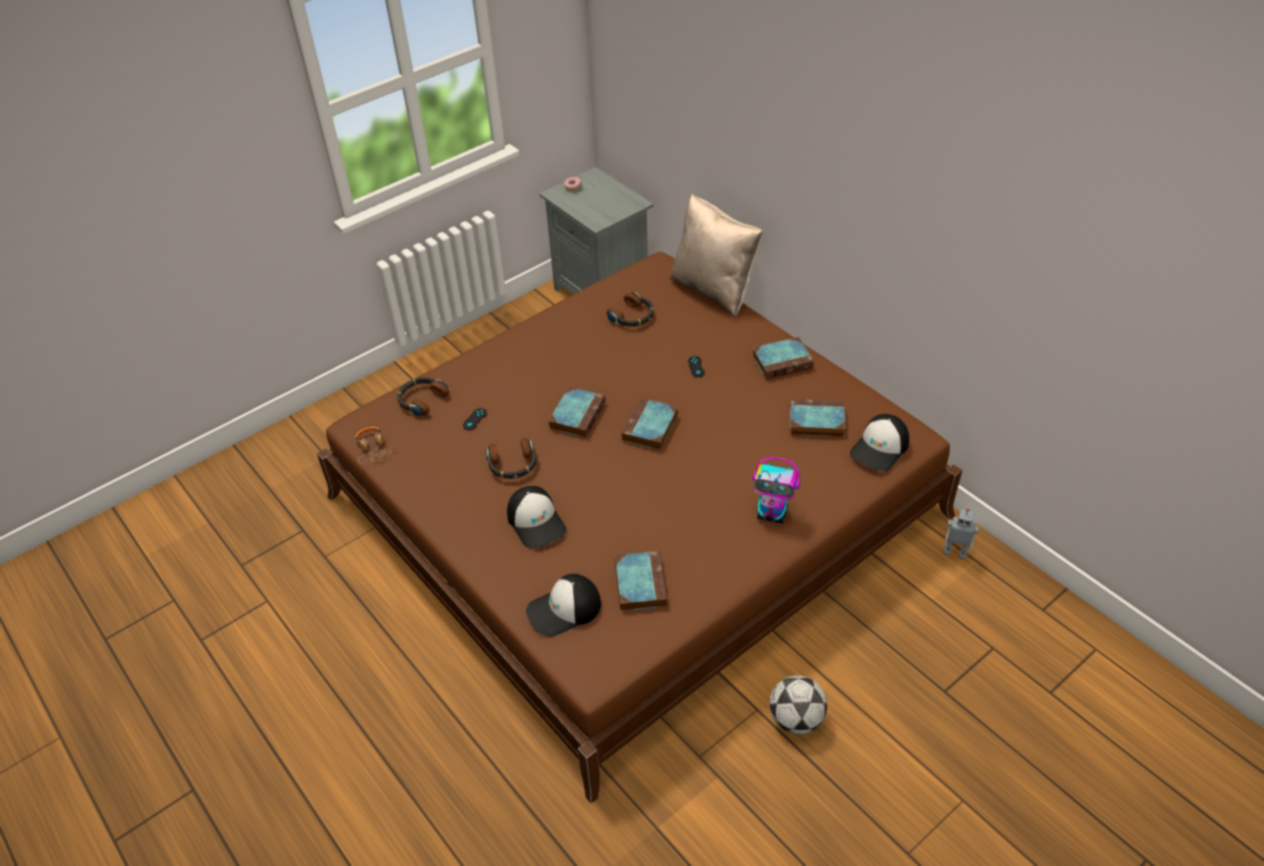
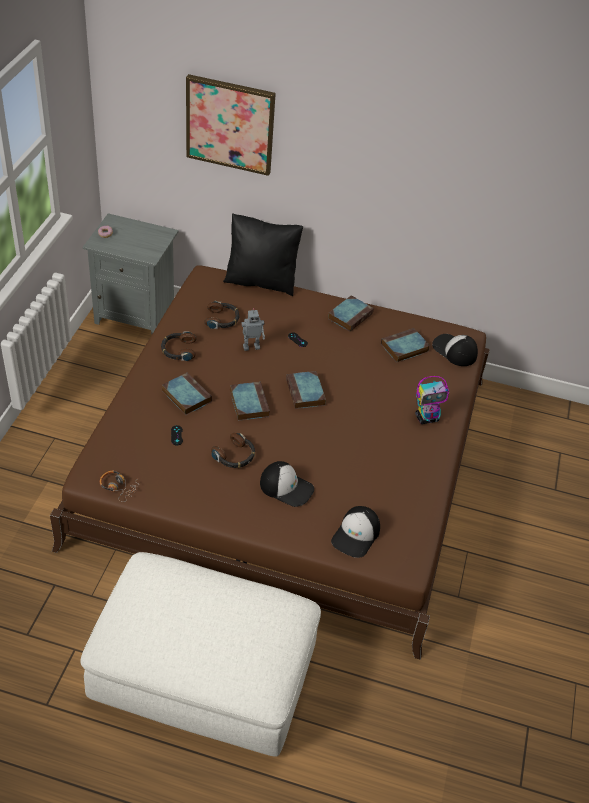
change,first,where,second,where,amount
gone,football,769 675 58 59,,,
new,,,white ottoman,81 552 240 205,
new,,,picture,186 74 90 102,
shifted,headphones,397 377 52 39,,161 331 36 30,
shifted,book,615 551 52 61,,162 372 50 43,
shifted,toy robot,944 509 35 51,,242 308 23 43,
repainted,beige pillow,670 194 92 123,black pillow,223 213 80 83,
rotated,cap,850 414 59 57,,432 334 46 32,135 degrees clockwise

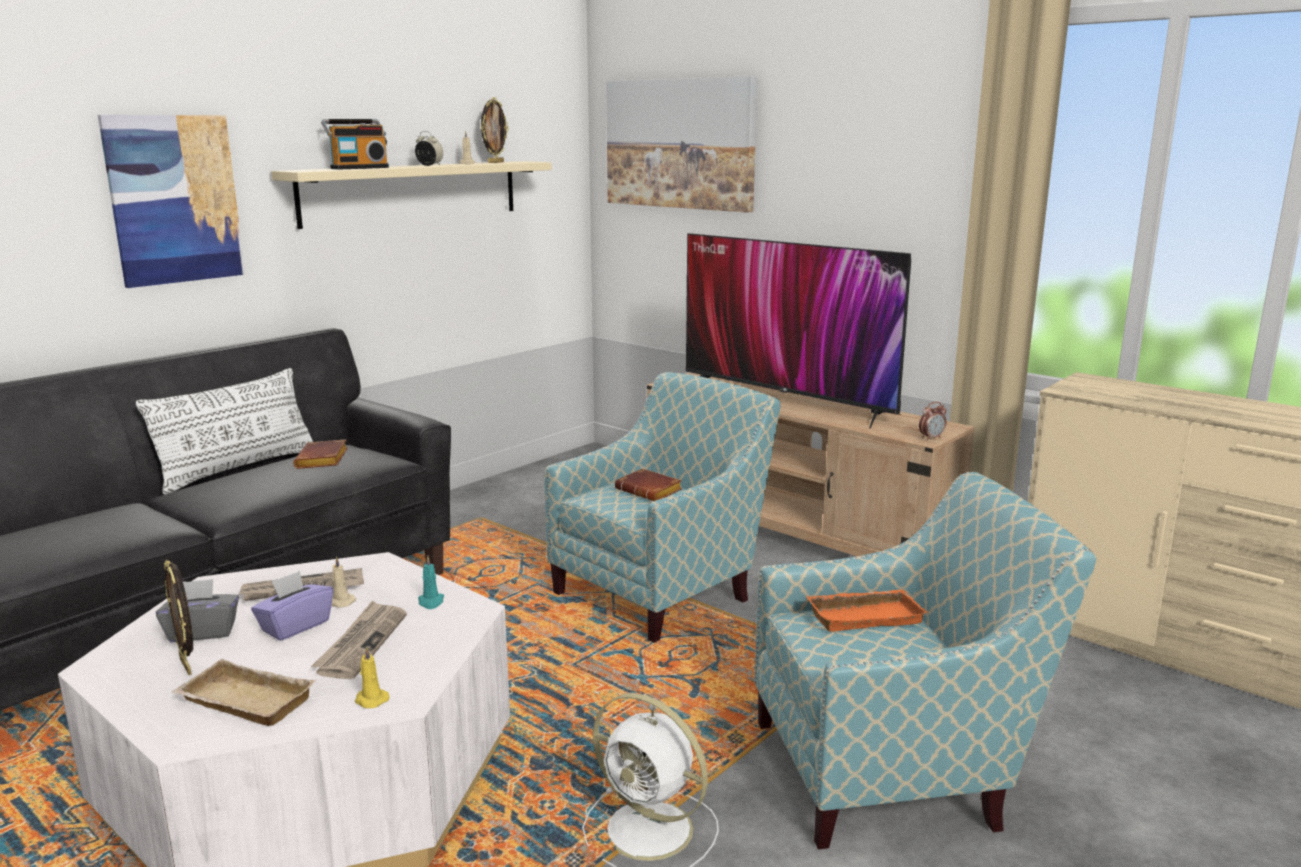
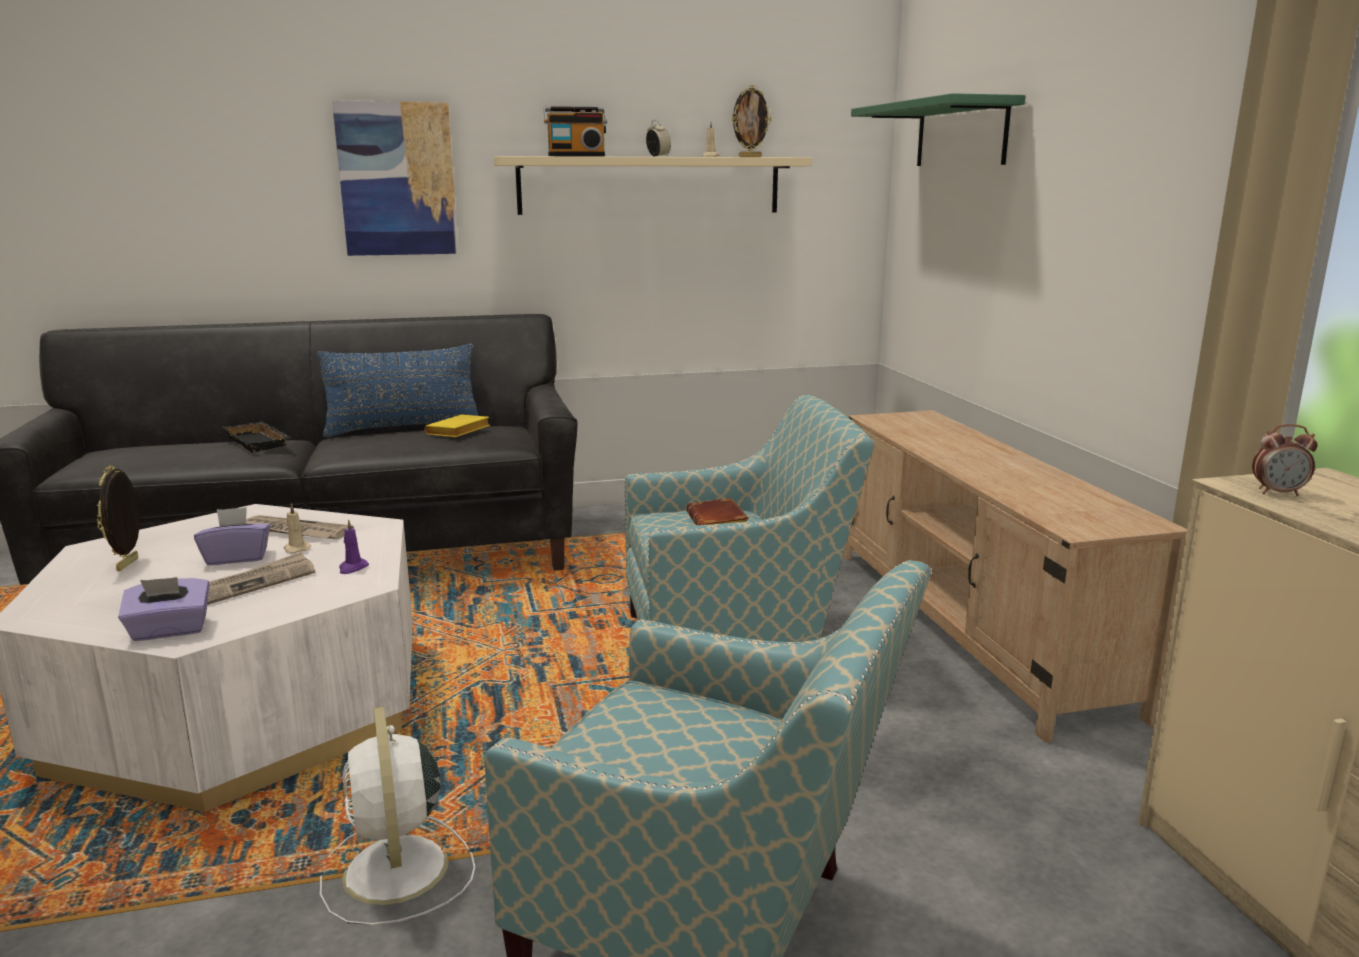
change,first,where,second,where,amount
gone,grey tissue box,156 579 83 63,,,
gone,beige tray,172 659 143 67,,,
gone,television,686 233 225 196,,,
gone,orange tray,806 589 122 43,,,
new,,,black tray,222 421 69 32,
shifted,alarm clock,919 402 27 38,,1252 424 66 72,
swapped,yellow candle,355 646 35 62,purple tissue box,118 577 92 64,
swapped,picture,606 76 151 137,green shelf,851 93 174 73,
repainted,white pillow,136 368 177 126,blue pillow,317 344 162 93,
repainted,brown book,293 439 55 30,yellow book,425 415 65 22,
repainted,turquoise candle,418 556 26 53,purple candle,339 519 30 55,

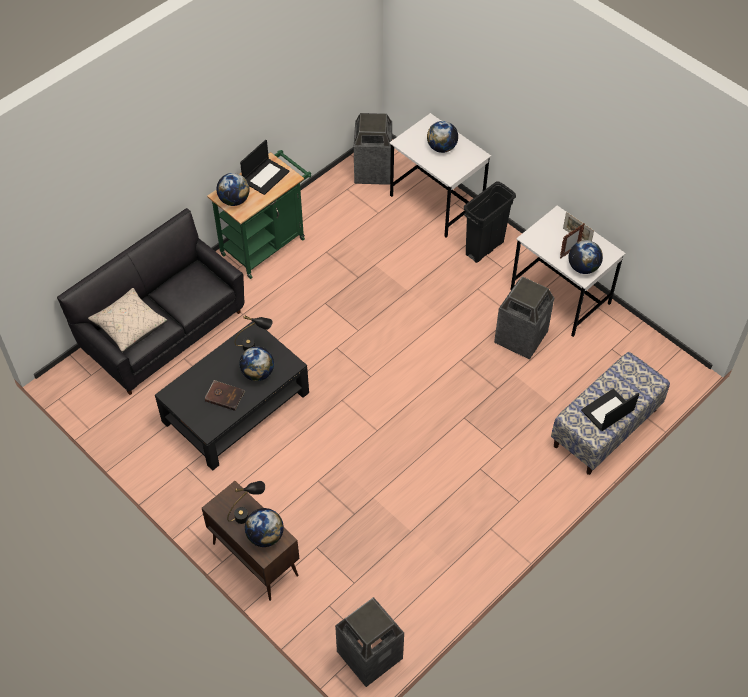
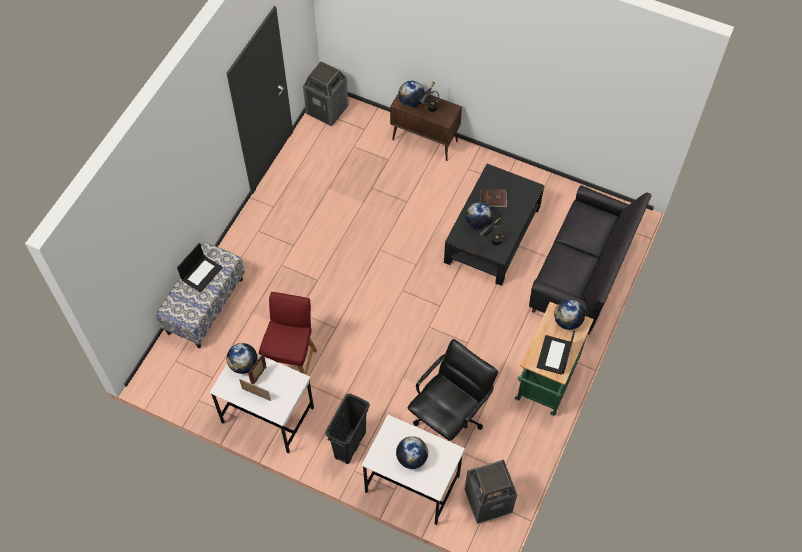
change,first,where,second,where,amount
gone,beige pillow,88 288 80 64,,,
new,,,black office chair,407 339 91 102,
swapped,trash can,494 276 61 83,red chair,259 292 58 83,

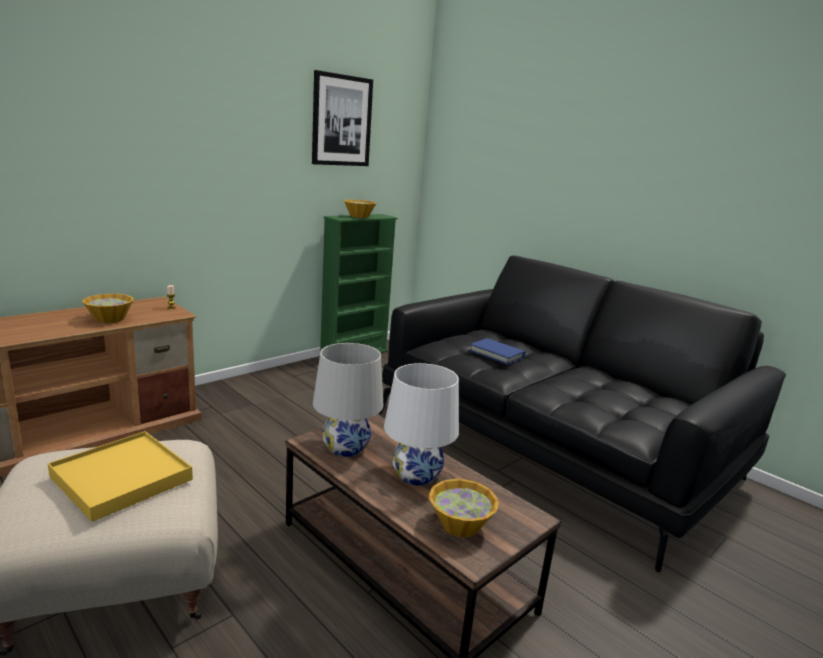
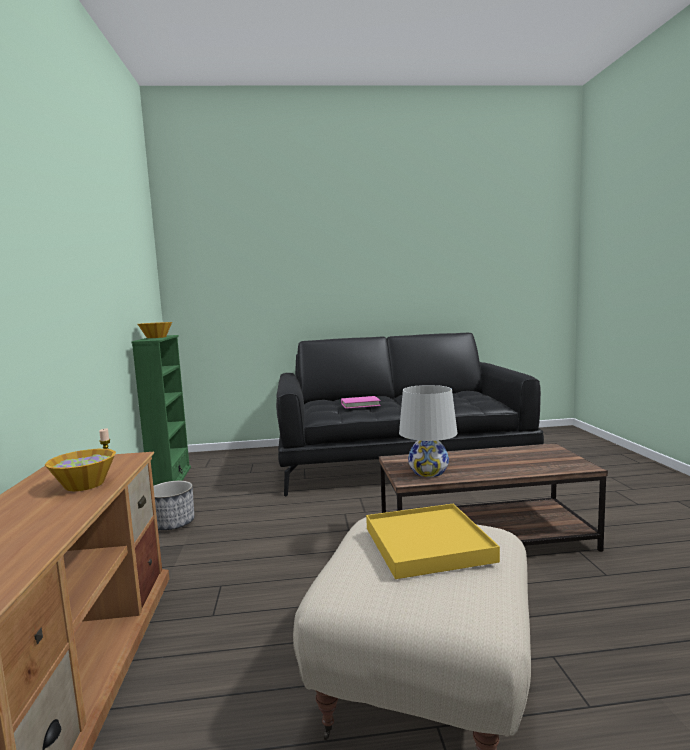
change,first,where,second,where,amount
gone,picture,312 70 61 96,,,
gone,white table lamp,384 363 75 123,,,
gone,bowl,429 479 70 58,,,
new,,,planter,153 481 41 49,
repainted,blue book,469 338 57 27,pink book,341 396 40 13,

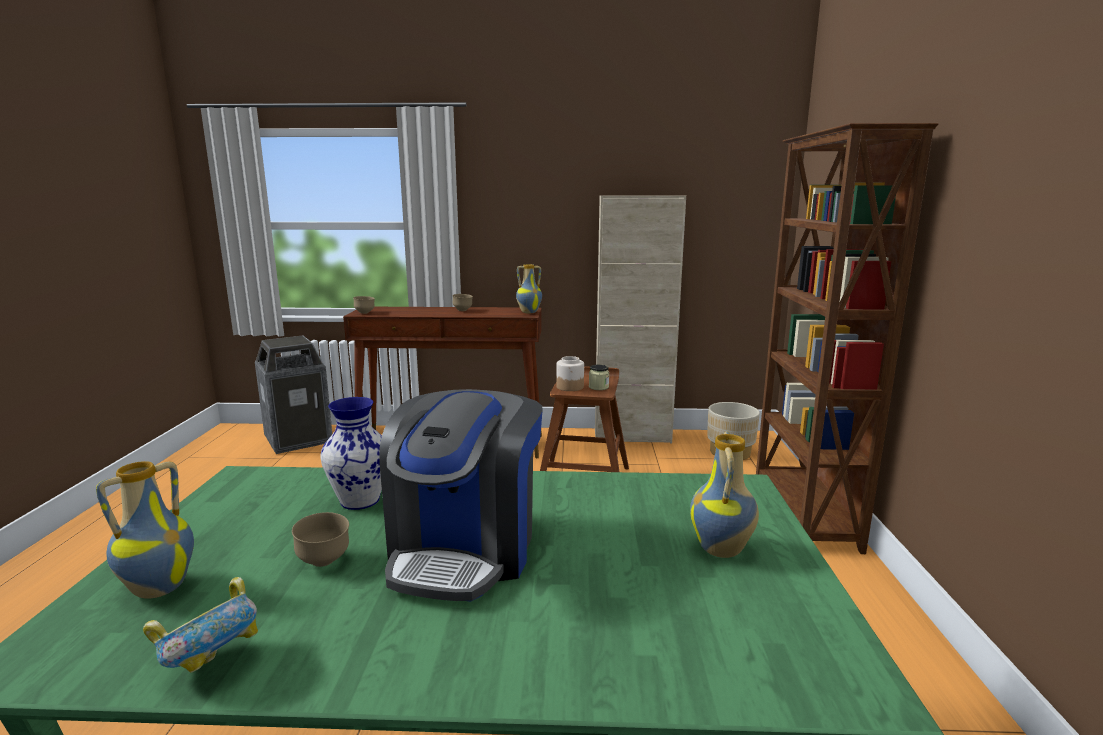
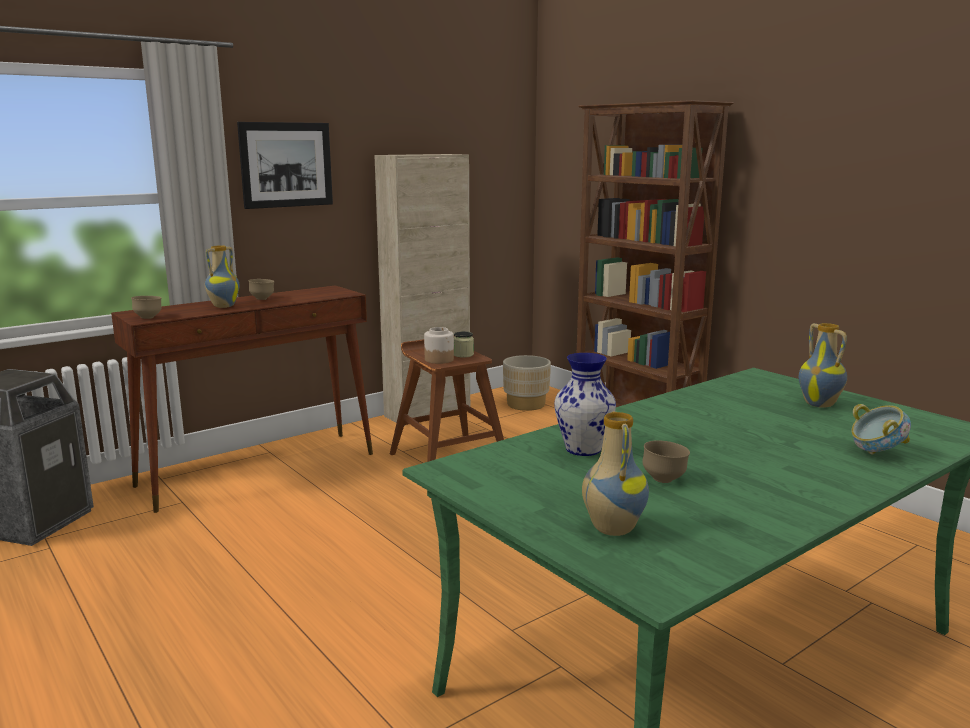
change,first,where,second,where,amount
gone,coffee machine,379 389 163 213,,,
new,,,picture,237 122 96 87,
shifted,bowl,143 577 115 95,,851 404 60 50,
shifted,vase,516 264 26 50,,205 245 35 63,

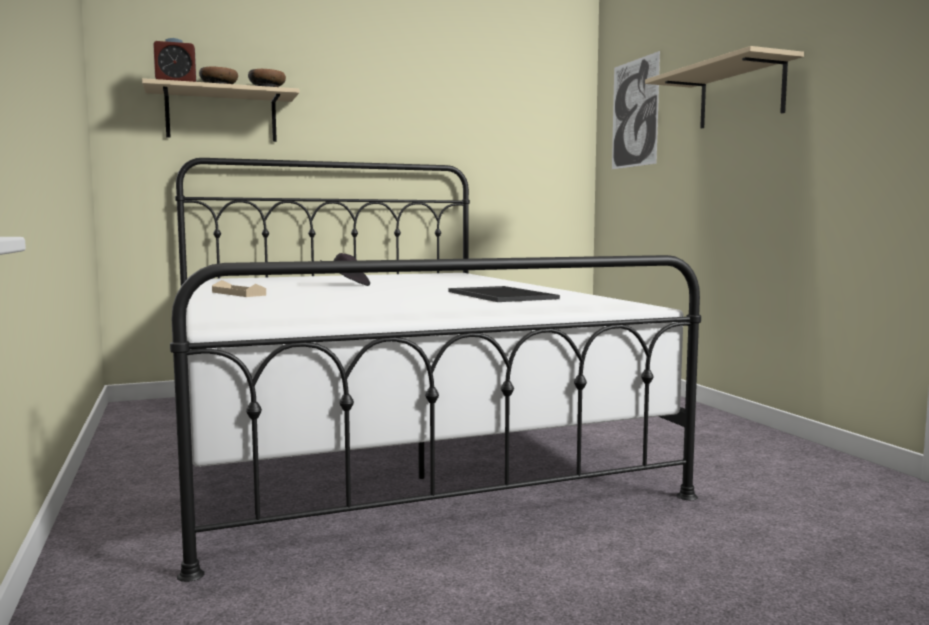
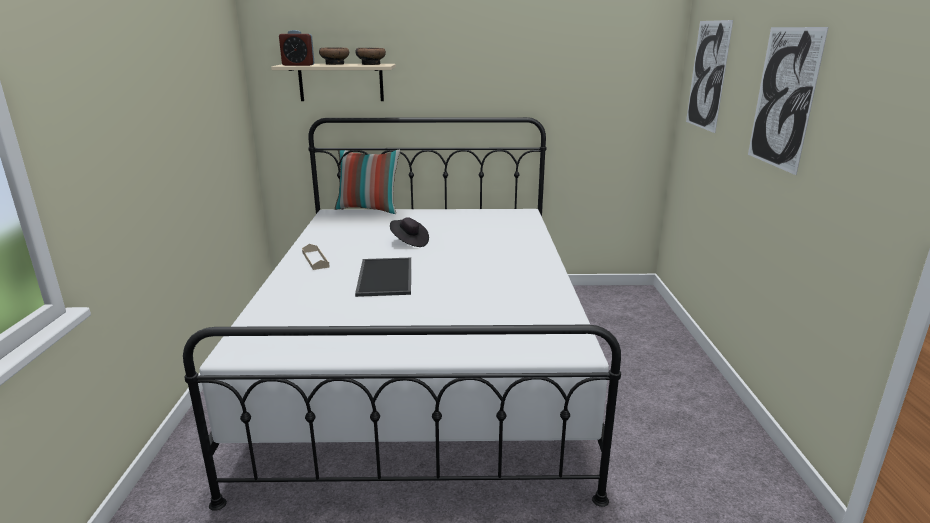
change,first,where,second,where,amount
new,,,pillow,335 150 65 64,
shifted,tray,449 286 111 16,,355 258 56 39,
swapped,beige shelf,645 46 159 83,picture,748 27 81 148,

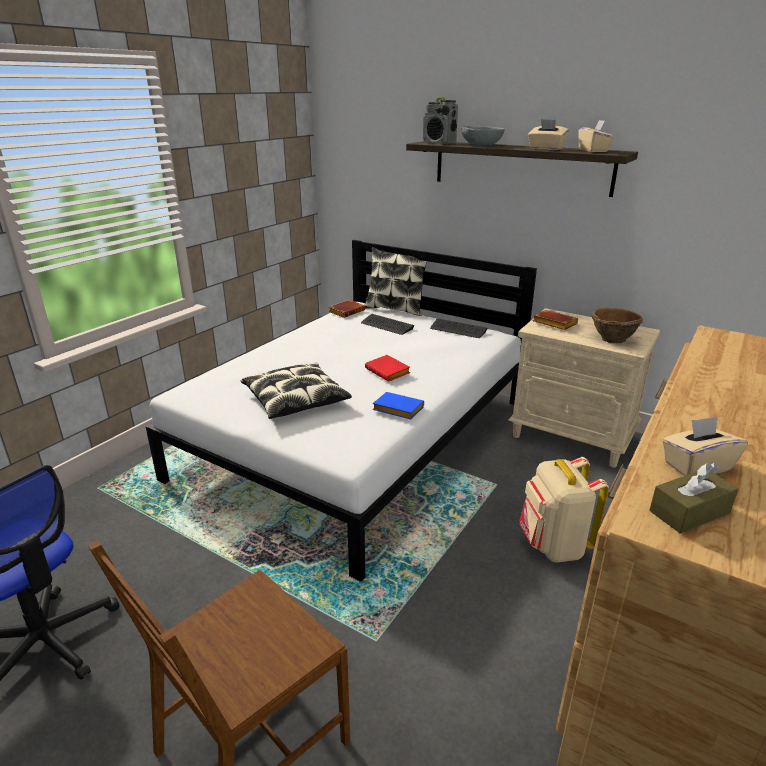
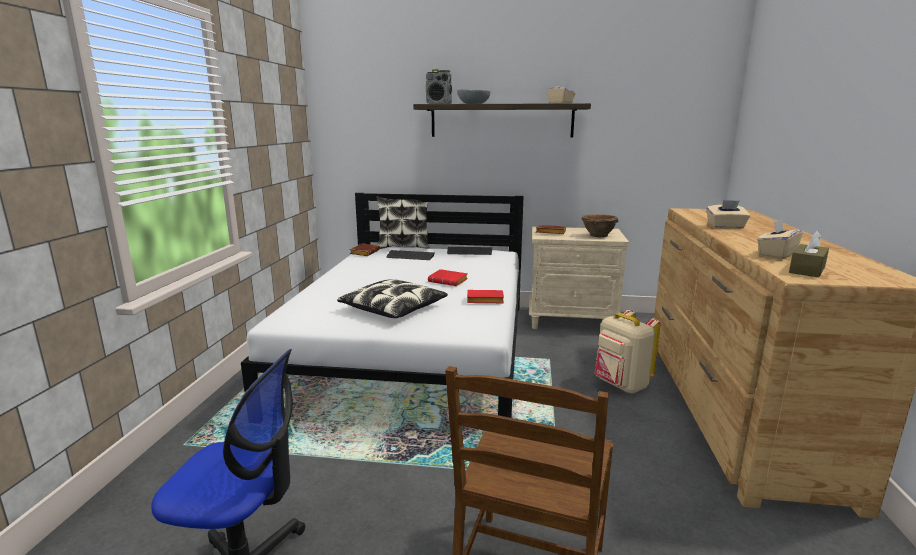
change,first,where,second,where,amount
shifted,beige tissue box,528 119 41 31,,707 200 44 29,
repainted,blue book,373 392 51 27,red book,467 290 37 13,

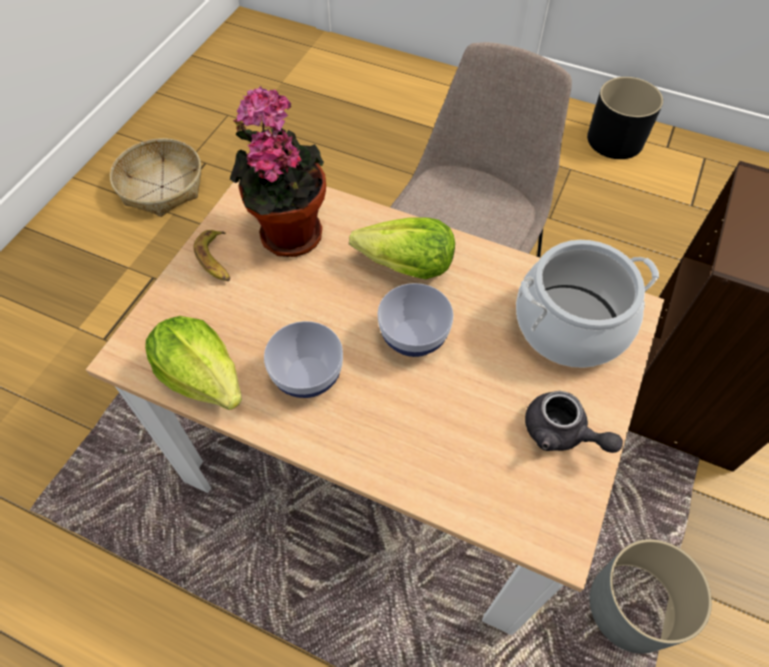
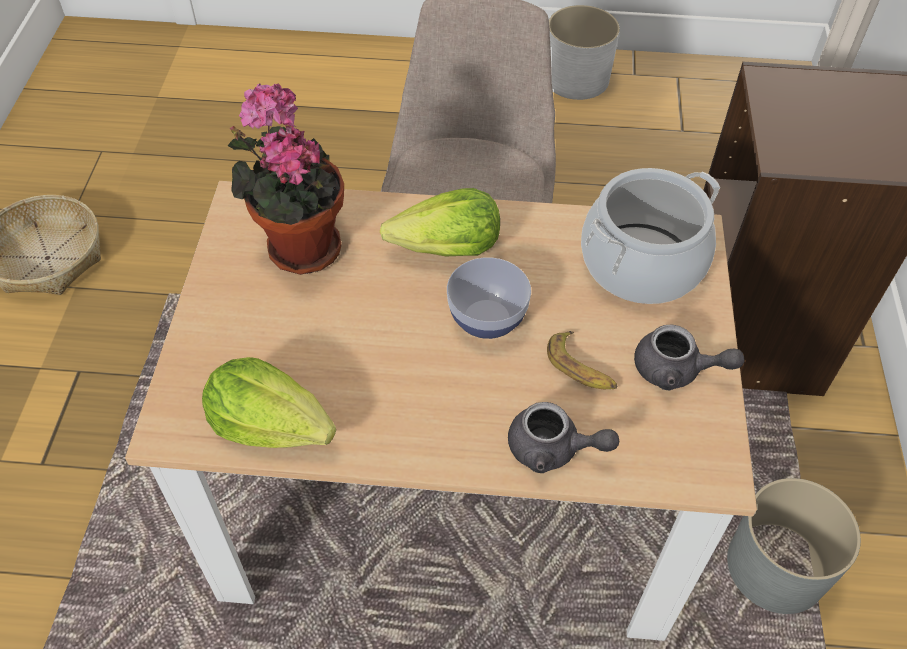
change,first,where,second,where,amount
gone,bowl,264 321 79 77,,,
new,,,grey teapot,508 402 111 71,
shifted,banana,194 230 36 51,,547 331 70 58,
repainted,black planter,587 77 76 82,white planter,549 5 71 95,

